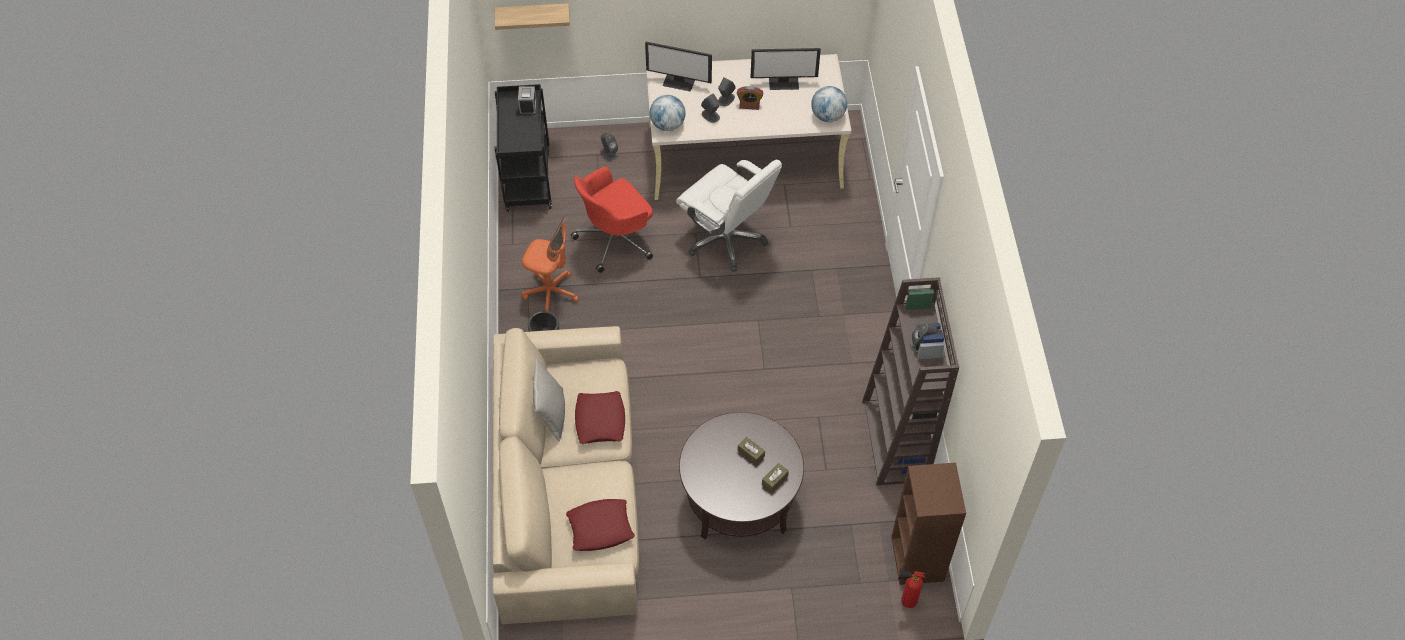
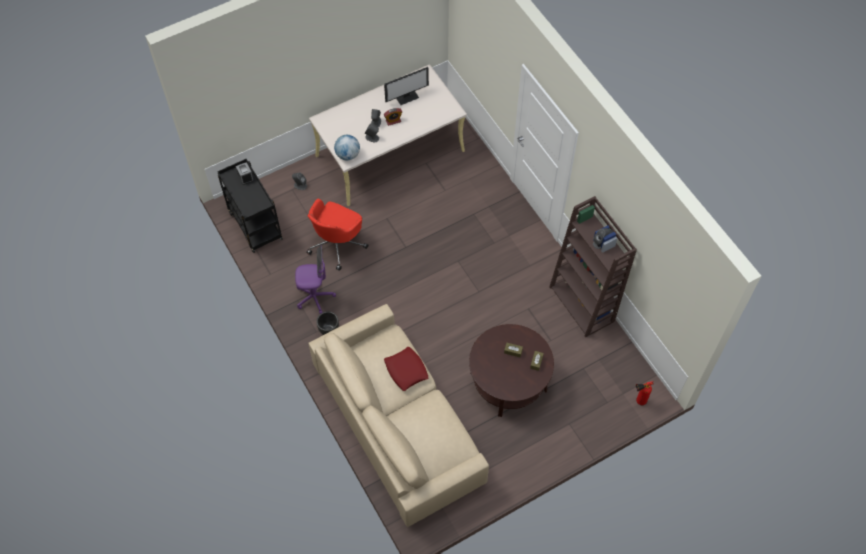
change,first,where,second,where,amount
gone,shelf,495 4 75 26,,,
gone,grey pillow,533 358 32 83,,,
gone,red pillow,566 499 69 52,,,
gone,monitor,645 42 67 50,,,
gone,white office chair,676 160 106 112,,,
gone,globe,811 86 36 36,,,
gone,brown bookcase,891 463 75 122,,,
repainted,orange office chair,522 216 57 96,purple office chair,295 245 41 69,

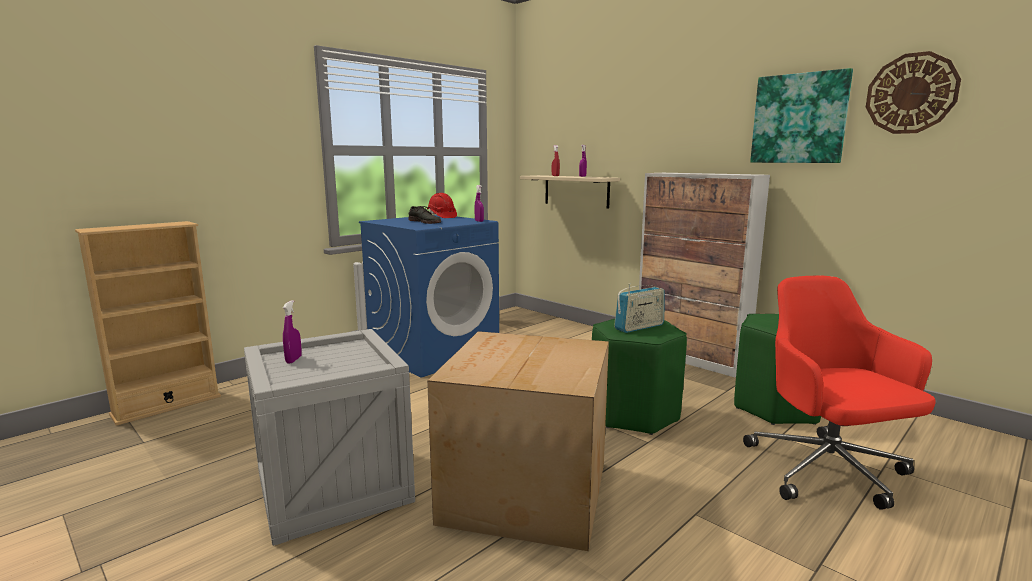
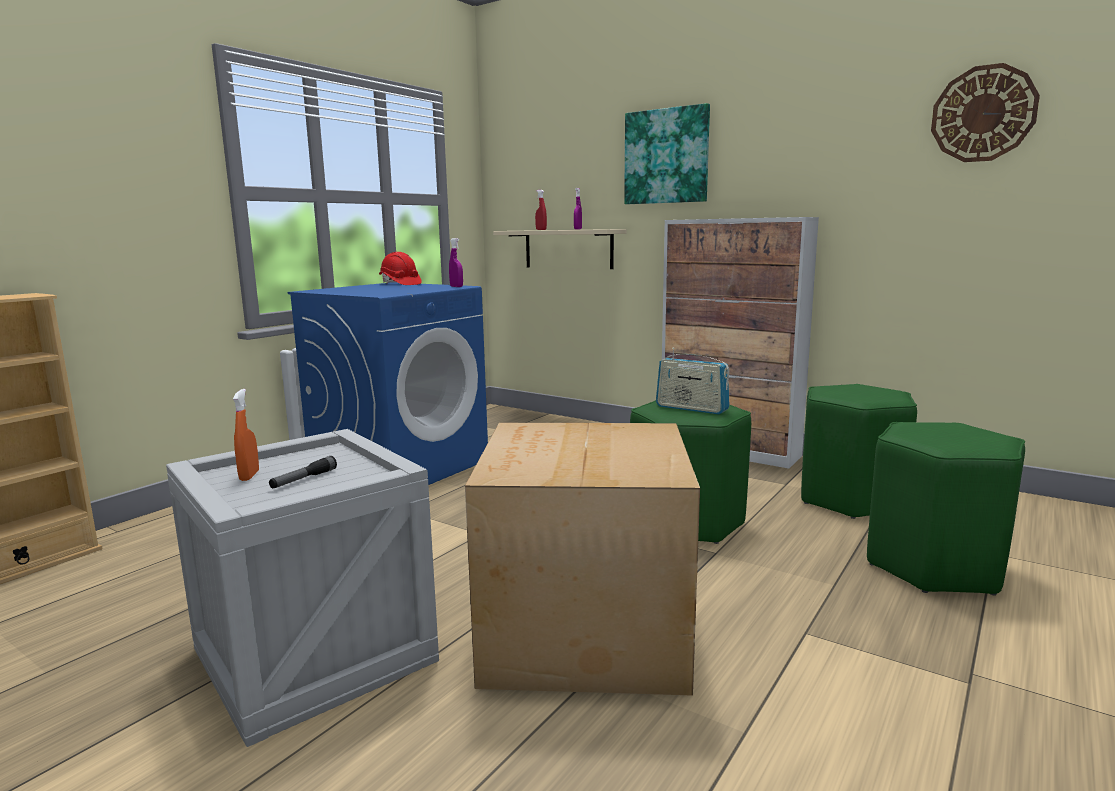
change,first,where,second,where,amount
gone,grey shoe,408 206 33 18,,,
new,,,flashlight,269 456 68 32,
shifted,picture,750 68 103 95,,624 103 86 101,
swapped,red office chair,743 276 192 234,green stool,867 422 158 174,
repainted,purple spray bottle,283 300 19 63,orange spray bottle,233 389 26 92,
rotated,radio,614 283 51 50,,656 348 73 66,75 degrees clockwise

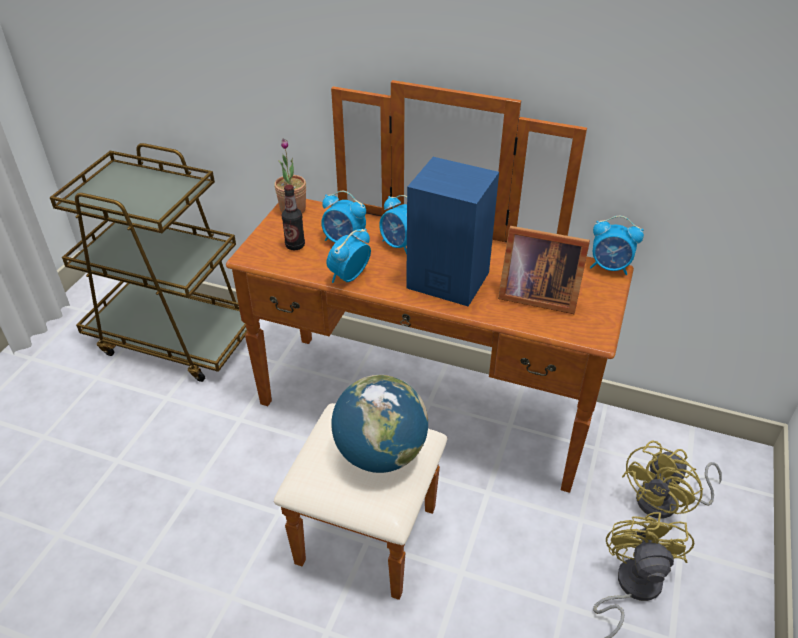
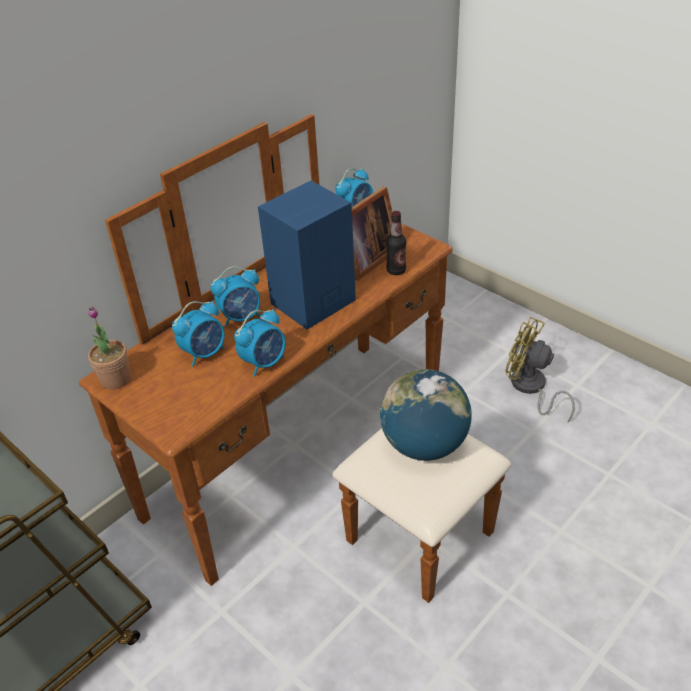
change,first,where,second,where,amount
gone,yellow fan,622 440 100 79,,,
shifted,bottle,282 185 23 65,,386 211 20 64,
rotated,alarm clock,326 228 45 55,,234 309 52 68,105 degrees counterclockwise

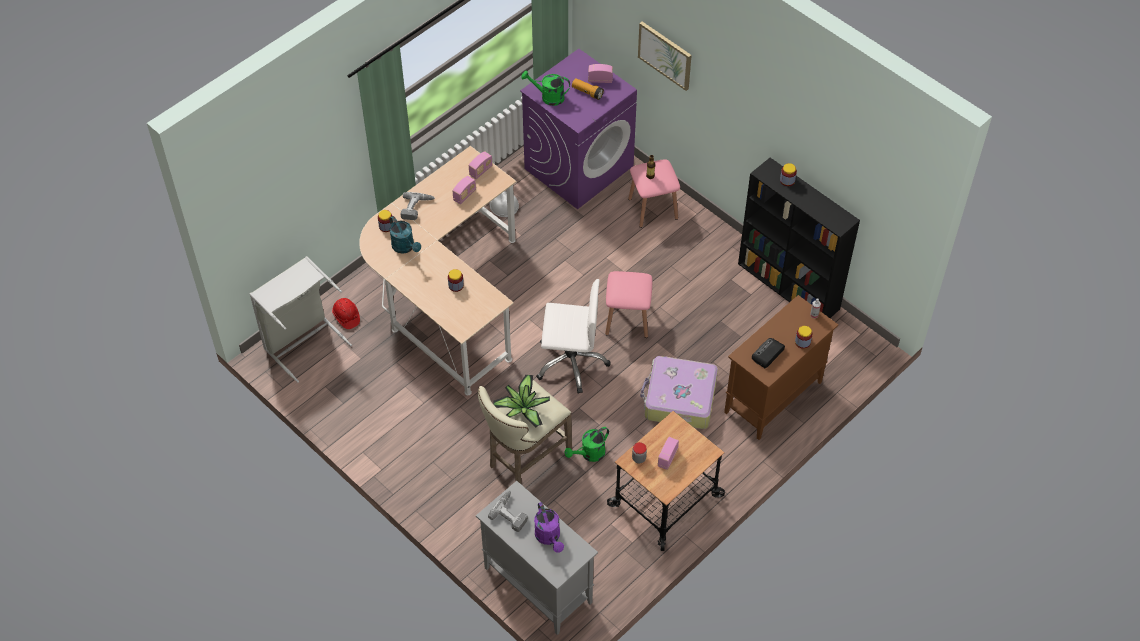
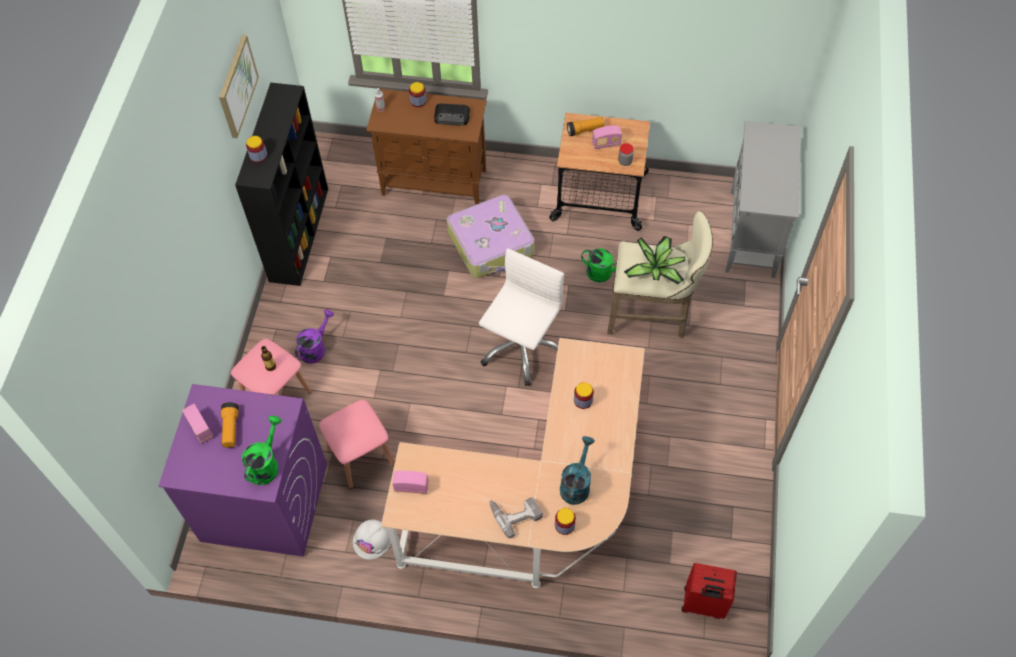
change,first,where,second,where,amount
gone,red hard hat,332 298 28 31,,,
gone,radio,452 176 24 28,,,
gone,power drill,488 491 40 41,,,
new,,,flashlight,567 117 37 19,
shifted,purple watering can,534 502 30 51,,295 310 39 54,
shifted,pink stool,605 271 47 67,,319 400 76 89,
shifted,picture,638 21 54 70,,219 35 40 103,
swapped,grey laundry basket,249 256 103 127,red suitcase,682 563 55 56,
rotated,green watering can,521 71 49 35,,242 416 40 69,135 degrees counterclockwise
rotated,white office chair,536 279 75 114,,479 248 85 138,60 degrees clockwise

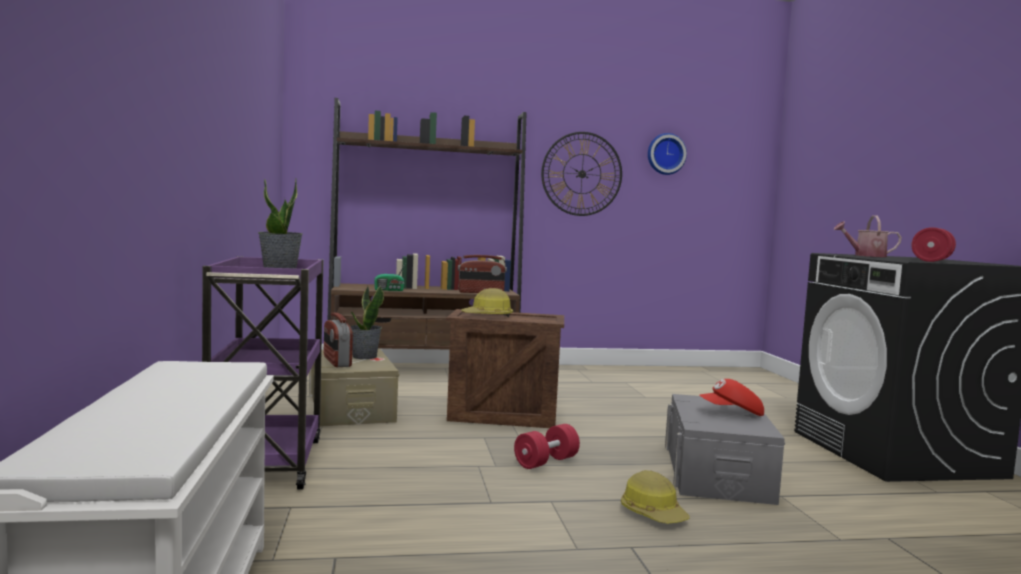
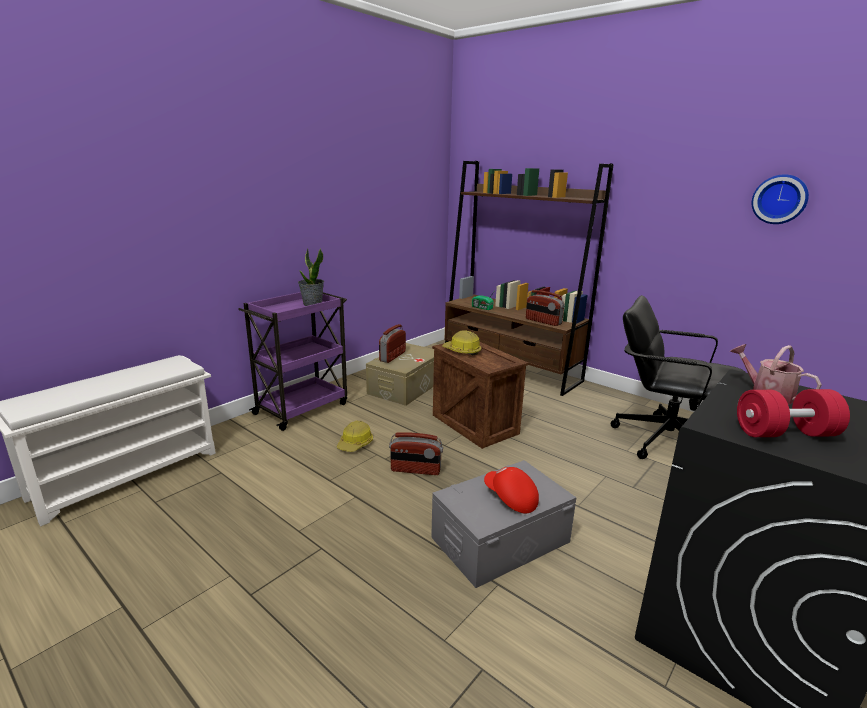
change,first,where,second,where,amount
gone,potted plant,350 285 34 74,,,
gone,wall clock,541 132 81 84,,,
new,,,black office chair,611 295 135 164,
shifted,hard hat,621 470 69 54,,337 420 36 32,
swapped,red dumbbell,514 424 66 45,radio,389 432 54 43,

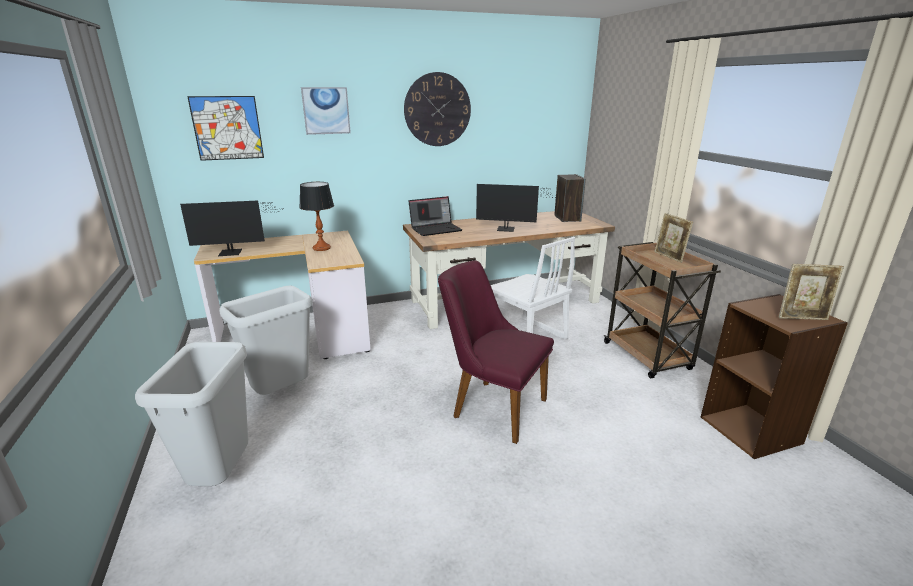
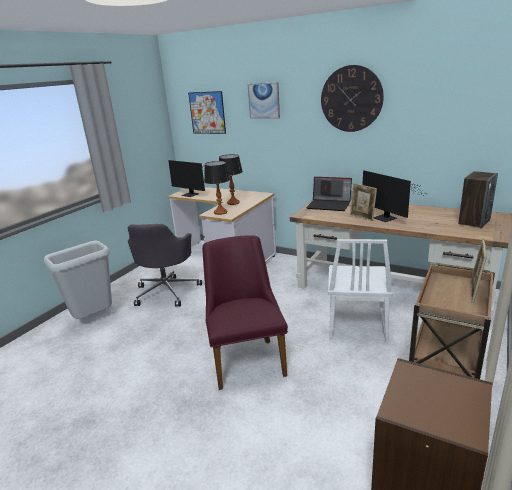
change,first,where,second,where,amount
new,,,table lamp,204 161 26 54,
shifted,picture frame,779 264 65 56,,350 183 27 38,
swapped,grey trash can,219 286 94 109,grey office chair,128 224 74 83,

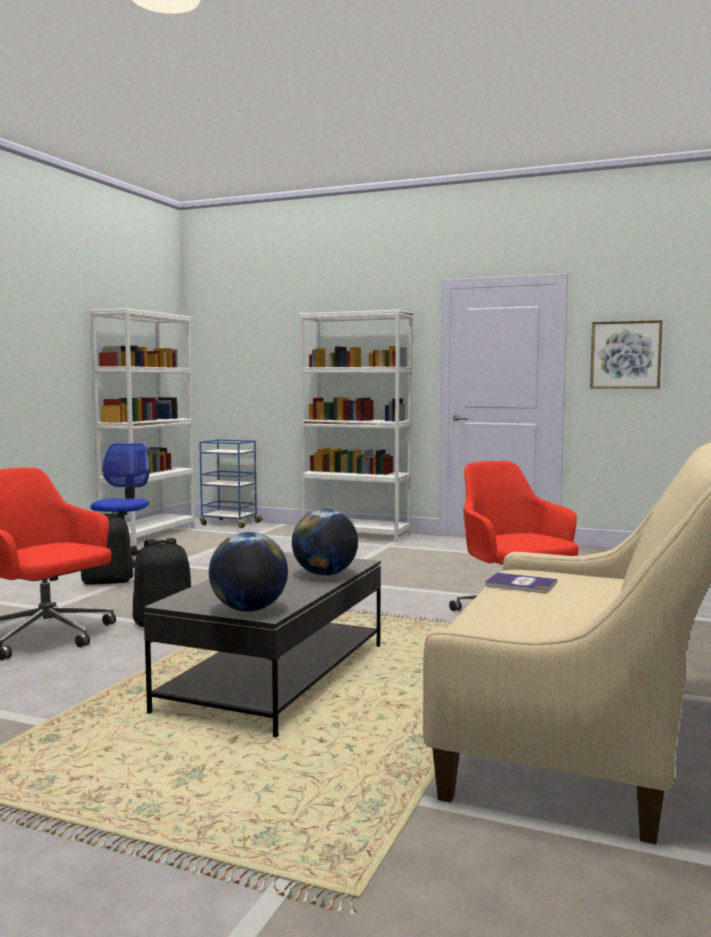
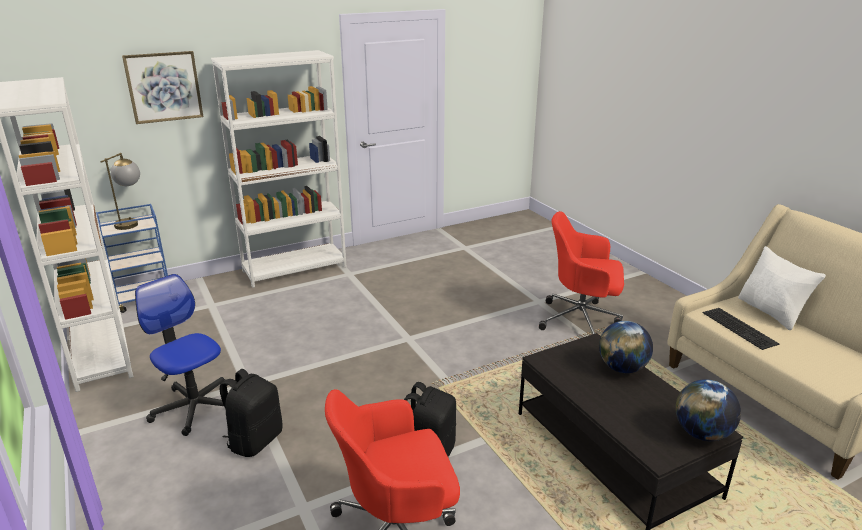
change,first,where,second,where,amount
new,,,table lamp,100 153 40 77,
new,,,white pillow,738 246 88 84,
shifted,picture,590 320 73 69,,122 51 81 73,
swapped,book,485 572 72 21,keyboard,703 308 76 42,

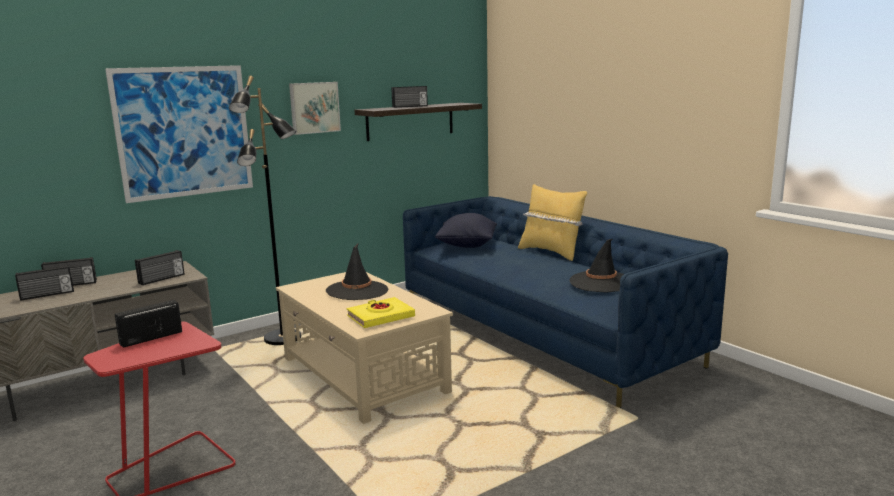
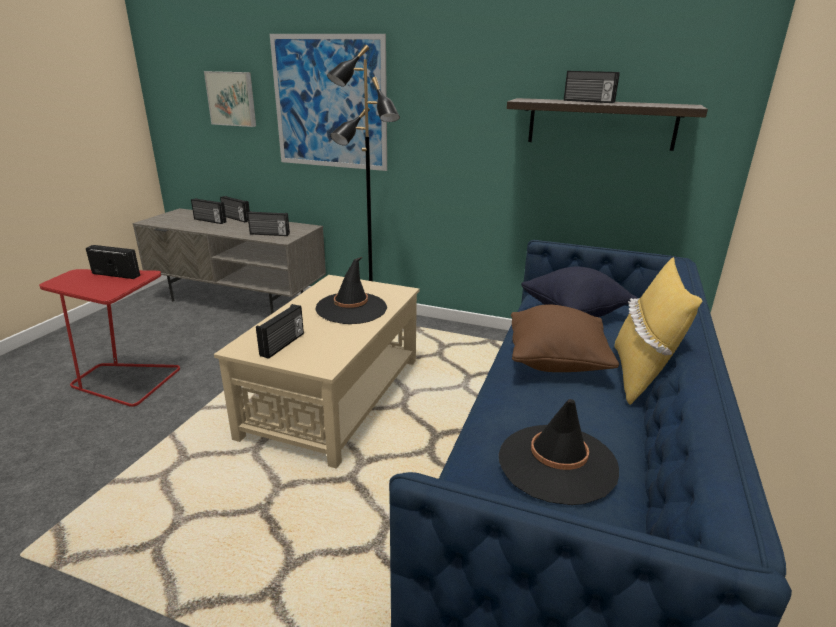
change,first,where,second,where,amount
new,,,brown pillow,511 305 108 67,
shifted,picture,289 82 52 53,,204 71 52 56,
swapped,yellow book,347 297 68 31,radio,256 304 48 55,

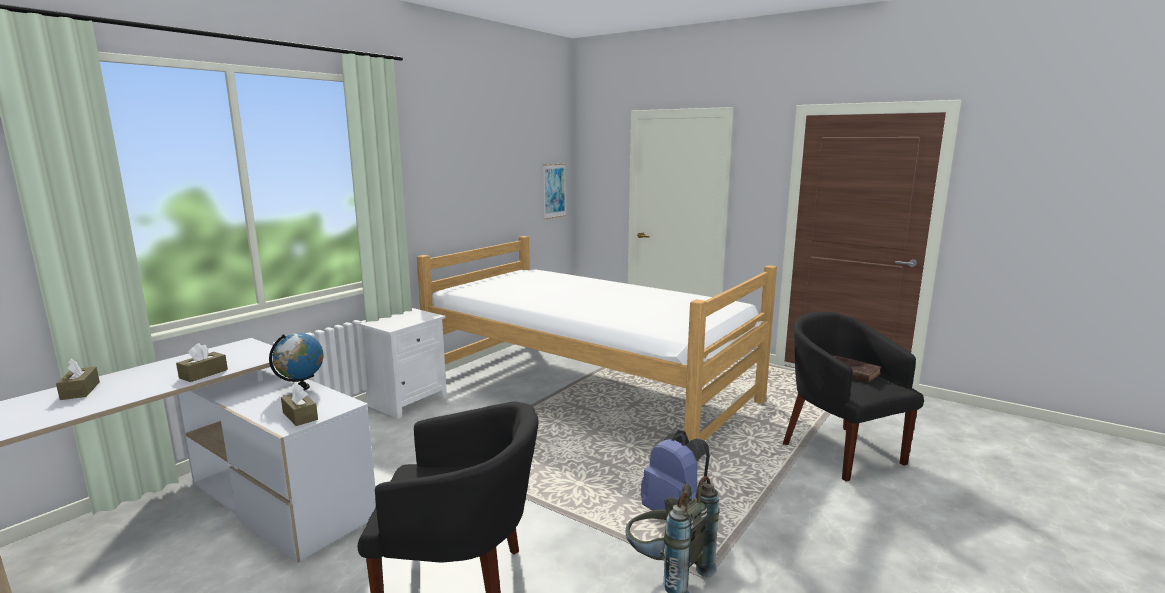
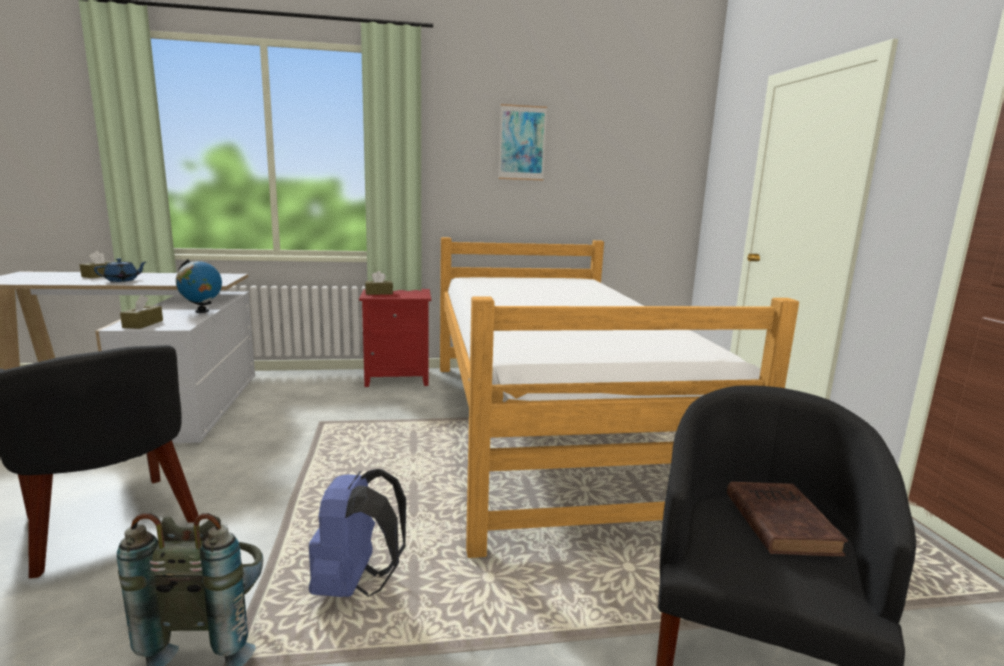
change,first,where,second,where,amount
new,,,blue teapot,94 258 52 24,
shifted,brown tissue box,176 343 52 39,,365 271 28 24,
shifted,picture,543 164 23 55,,498 104 49 77,
repainted,white nightstand,359 308 88 111,red nightstand,359 289 72 98,

